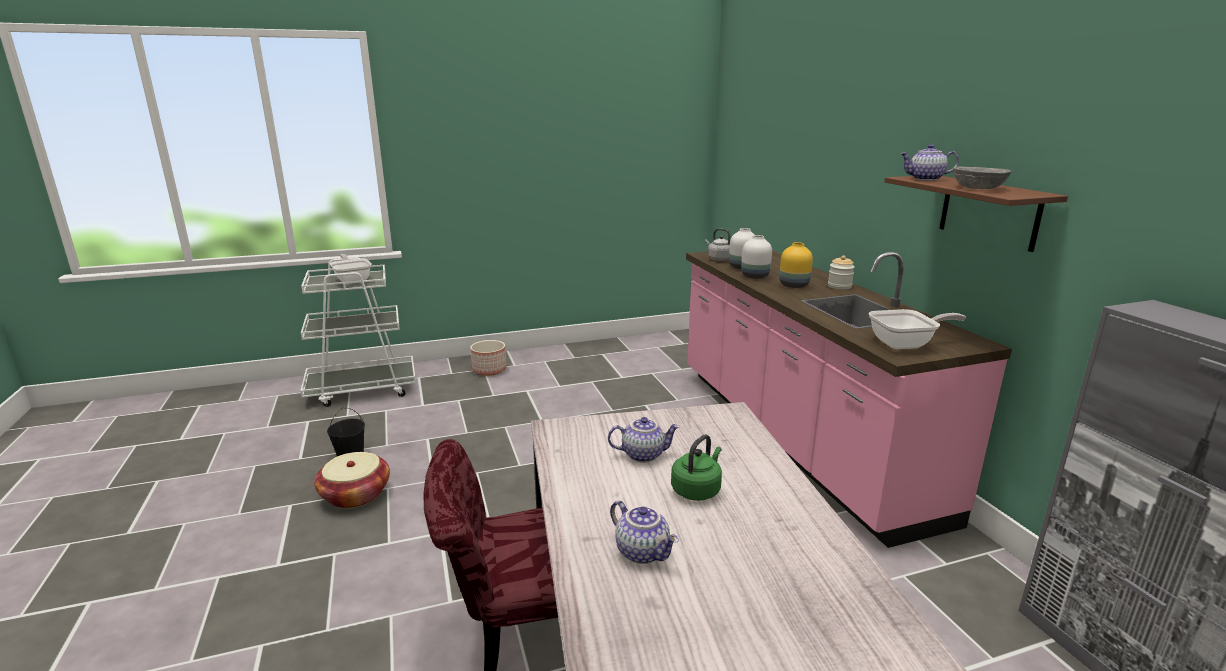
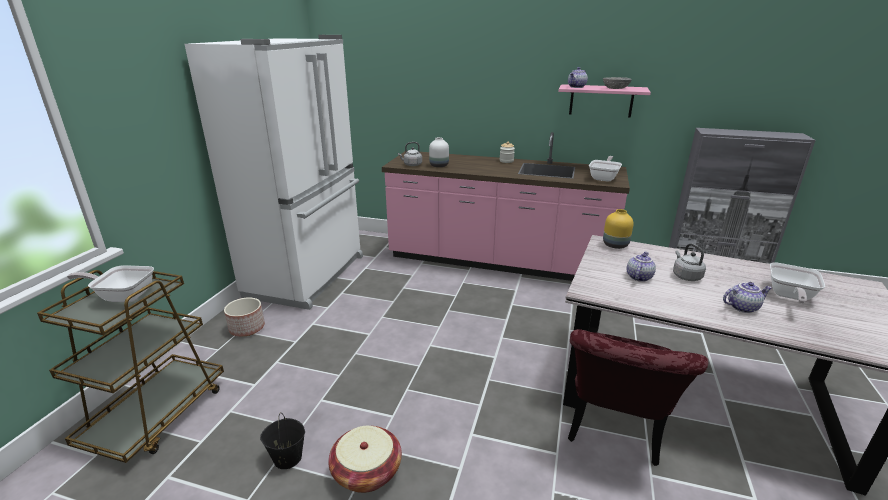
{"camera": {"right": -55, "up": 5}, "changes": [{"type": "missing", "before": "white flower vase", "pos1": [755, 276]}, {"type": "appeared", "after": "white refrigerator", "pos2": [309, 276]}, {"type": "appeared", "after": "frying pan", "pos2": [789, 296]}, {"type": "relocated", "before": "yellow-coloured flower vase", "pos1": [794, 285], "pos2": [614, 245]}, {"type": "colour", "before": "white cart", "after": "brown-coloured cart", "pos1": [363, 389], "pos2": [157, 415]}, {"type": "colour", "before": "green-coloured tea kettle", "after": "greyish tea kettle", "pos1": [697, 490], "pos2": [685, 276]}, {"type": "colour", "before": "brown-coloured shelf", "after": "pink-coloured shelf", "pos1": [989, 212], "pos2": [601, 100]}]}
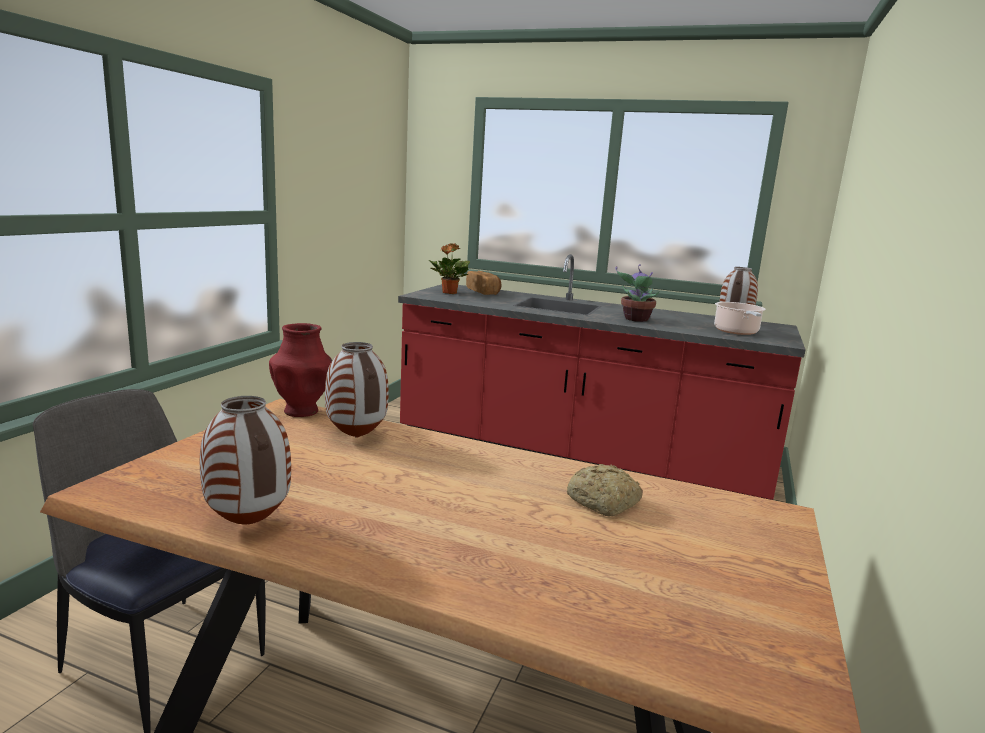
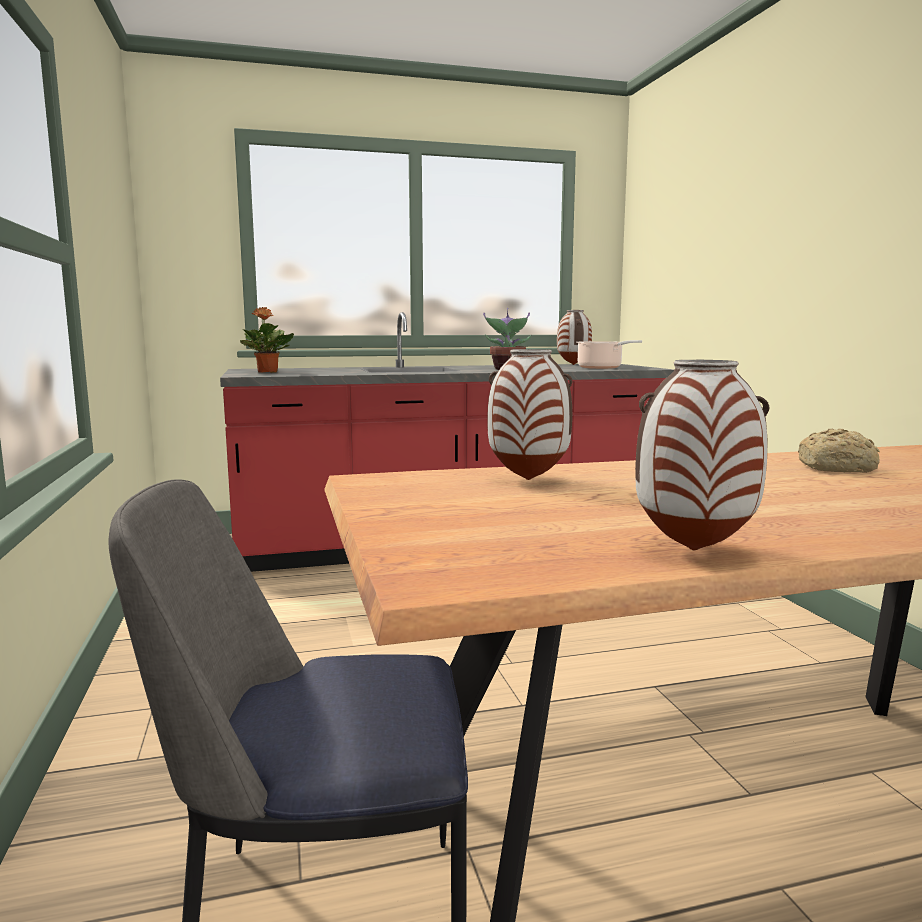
{"camera": {"right": -35, "up": -5}, "changes": [{"type": "missing", "before": "red-coloured flower vase", "pos1": [302, 411]}, {"type": "missing", "before": "bread", "pos1": [483, 292]}]}
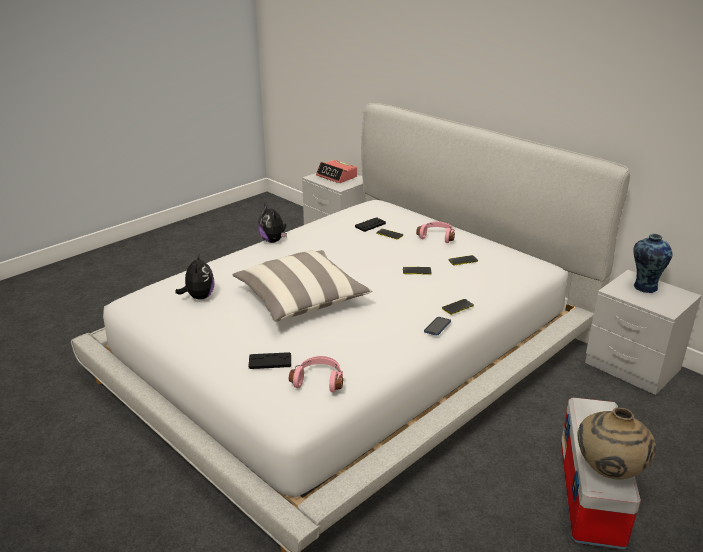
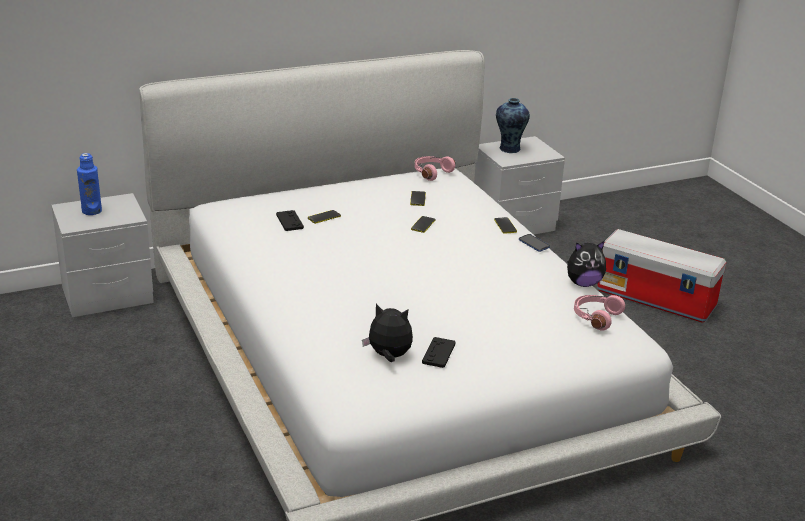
{"camera": {"right": -70, "up": 0}, "changes": [{"type": "missing", "before": "pillow", "pos1": [301, 299]}, {"type": "missing", "before": "sand-coloured flower vase", "pos1": [608, 472]}, {"type": "relocated", "before": "black-coloured gamepad", "pos1": [270, 361], "pos2": [438, 353]}, {"type": "relocated", "before": "soft toy", "pos1": [273, 241], "pos2": [583, 283]}, {"type": "relocated", "before": "pink-coloured headset", "pos1": [437, 236], "pos2": [431, 173]}, {"type": "exchanged", "before": "bedside clock", "after": "bluish beverage bottle", "pos1": [337, 176], "pos2": [91, 211]}]}
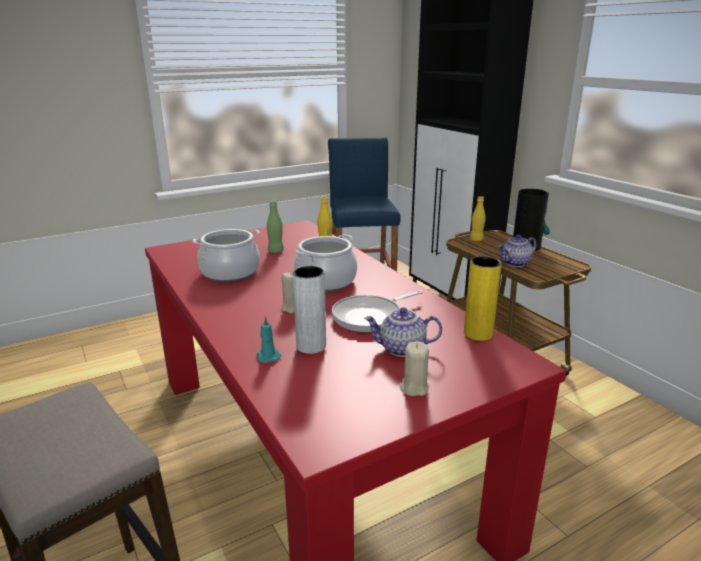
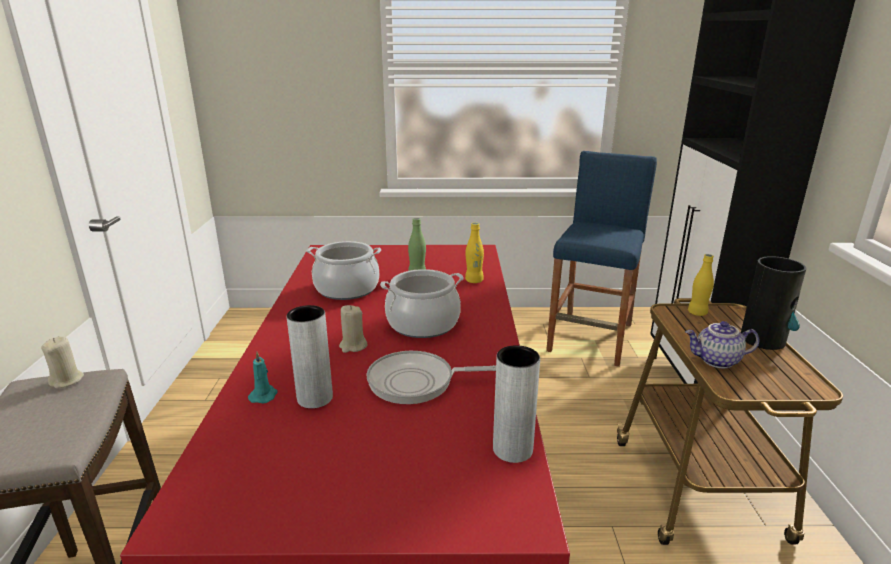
{"camera": {"right": 30, "up": 0}, "changes": [{"type": "missing", "before": "tea pot", "pos1": [401, 349]}, {"type": "relocated", "before": "sand-coloured wax candle", "pos1": [414, 388], "pos2": [67, 380]}, {"type": "colour", "before": "yellow-coloured flower vase", "after": "greyish flower vase", "pos1": [478, 334], "pos2": [512, 449]}]}
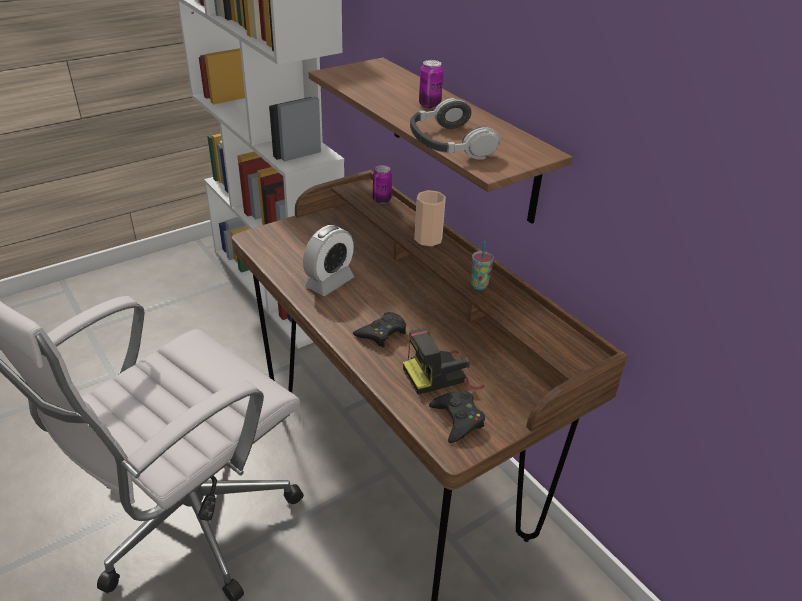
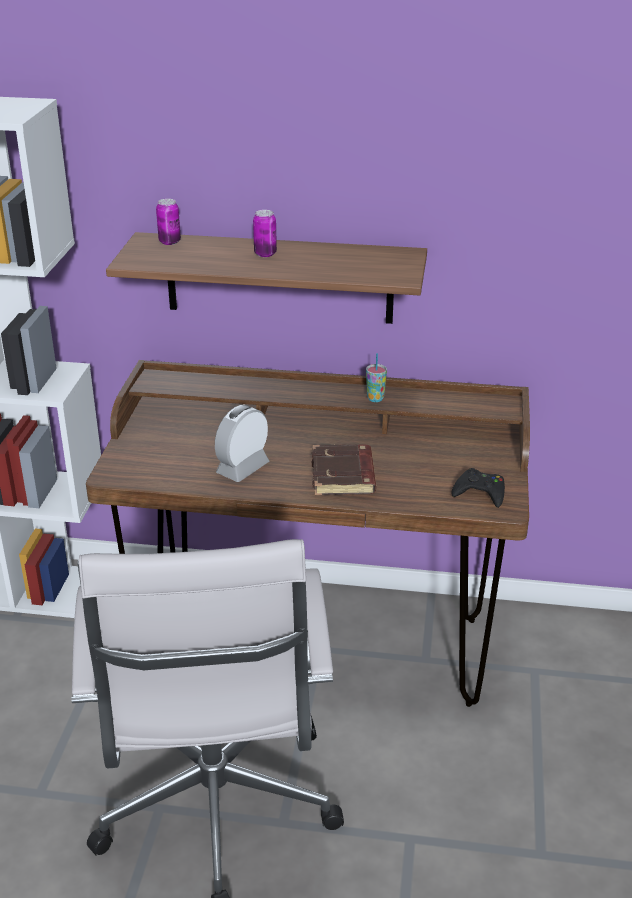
{"camera": {"right": -45, "up": -5}, "changes": [{"type": "missing", "before": "still camera", "pos1": [443, 375]}, {"type": "missing", "before": "headset", "pos1": [449, 143]}, {"type": "missing", "before": "small cup", "pos1": [428, 239]}, {"type": "relocated", "before": "metal can", "pos1": [381, 200], "pos2": [169, 242]}, {"type": "exchanged", "before": "black-coloured gamepad", "after": "brown-coloured bound book", "pos1": [382, 333], "pos2": [344, 476]}, {"type": "spun", "before": "bedside clock", "pos1": [329, 282], "pos2": [242, 468], "turn": -135}]}
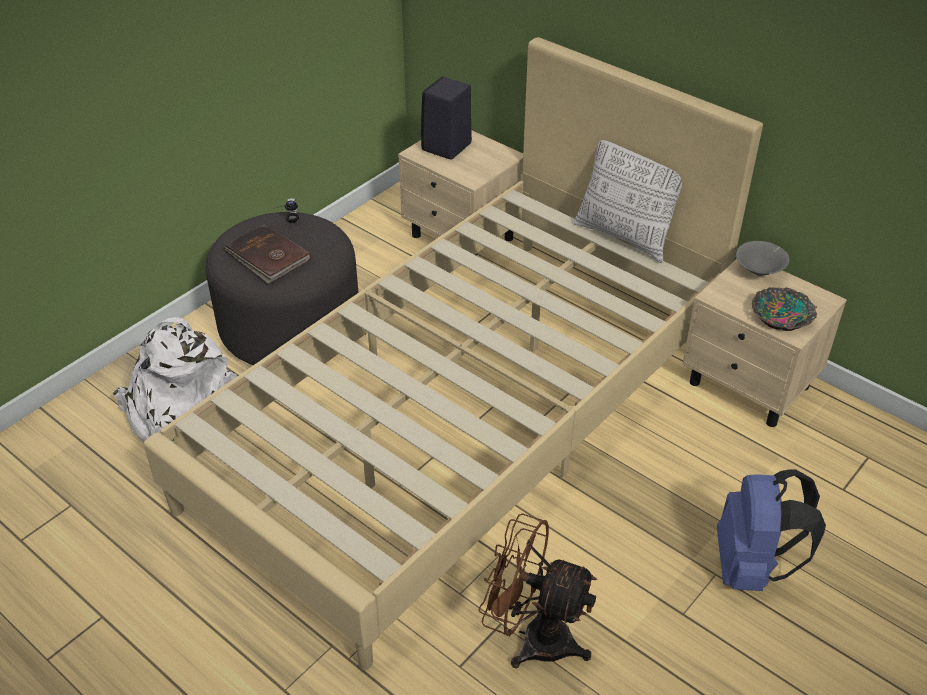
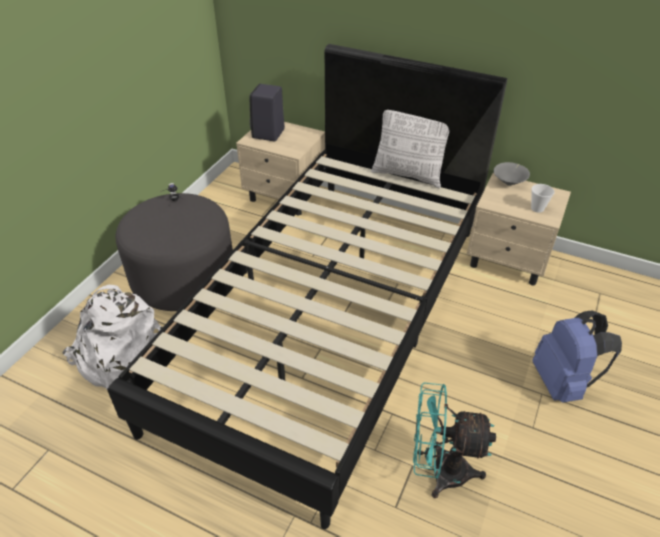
{"camera": {"right": -15, "up": 0}, "changes": [{"type": "missing", "before": "brown-coloured bound book", "pos1": [268, 257]}, {"type": "exchanged", "before": "serving bowl", "after": "small cup", "pos1": [782, 315], "pos2": [537, 208]}, {"type": "colour", "before": "sand-coloured bed", "after": "black-coloured bed", "pos1": [464, 416], "pos2": [330, 317]}, {"type": "colour", "before": "brown-coloured electric fan", "after": "blue-green electric fan", "pos1": [533, 637], "pos2": [439, 470]}]}
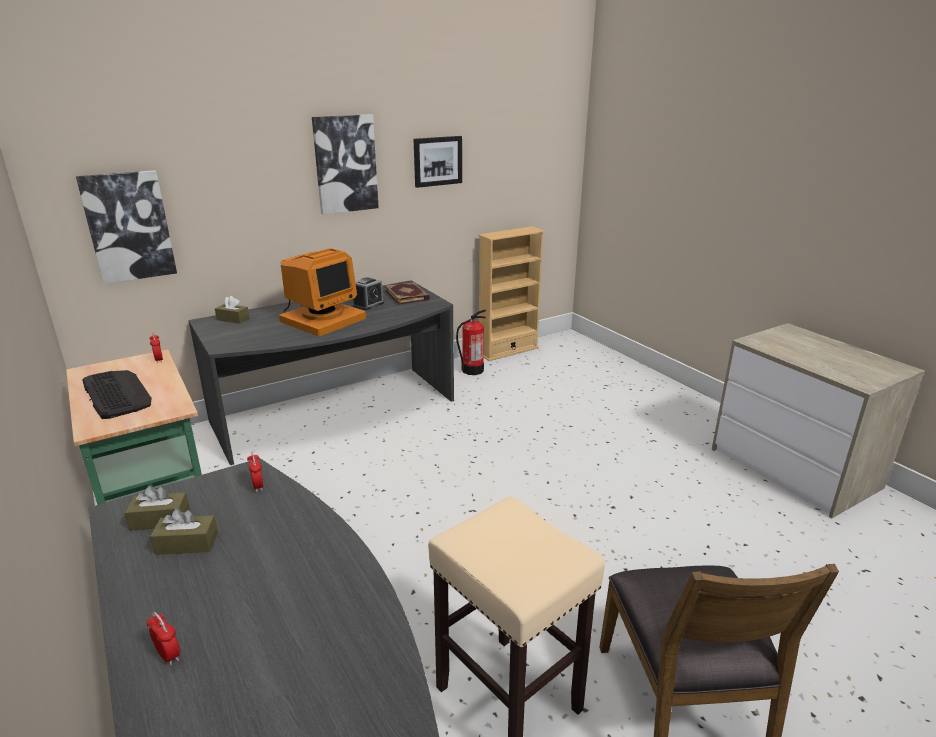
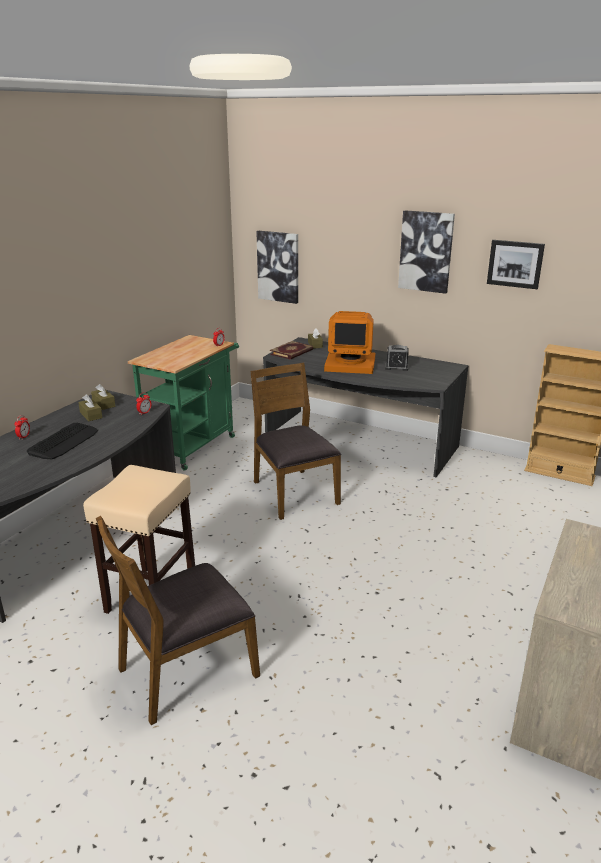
{"camera": {"right": 60, "up": 0}, "changes": [{"type": "missing", "before": "extinguisher", "pos1": [472, 370]}, {"type": "appeared", "after": "brown-coloured chair", "pos2": [293, 492]}, {"type": "relocated", "before": "keyboard", "pos1": [116, 394], "pos2": [64, 442]}, {"type": "relocated", "before": "bound book", "pos1": [407, 295], "pos2": [292, 352]}]}
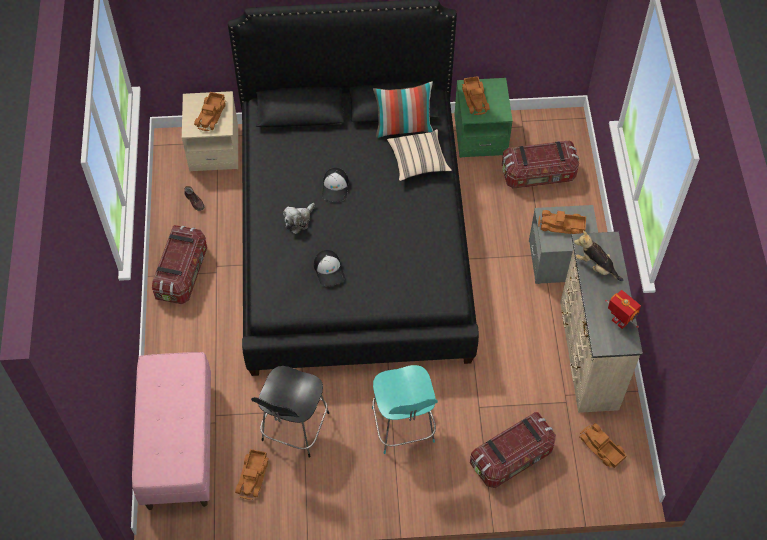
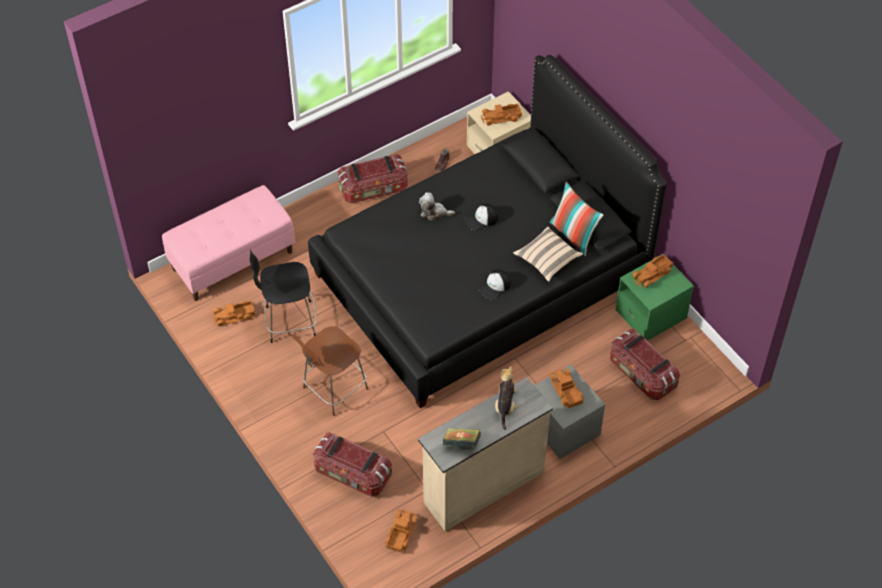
{"camera": {"right": 60, "up": -5}, "changes": [{"type": "relocated", "before": "cap", "pos1": [329, 270], "pos2": [495, 287]}, {"type": "exchanged", "before": "model robot", "after": "bound book", "pos1": [619, 322], "pos2": [461, 443]}, {"type": "colour", "before": "blue-green chair", "after": "brown-coloured chair", "pos1": [403, 427], "pos2": [333, 389]}]}
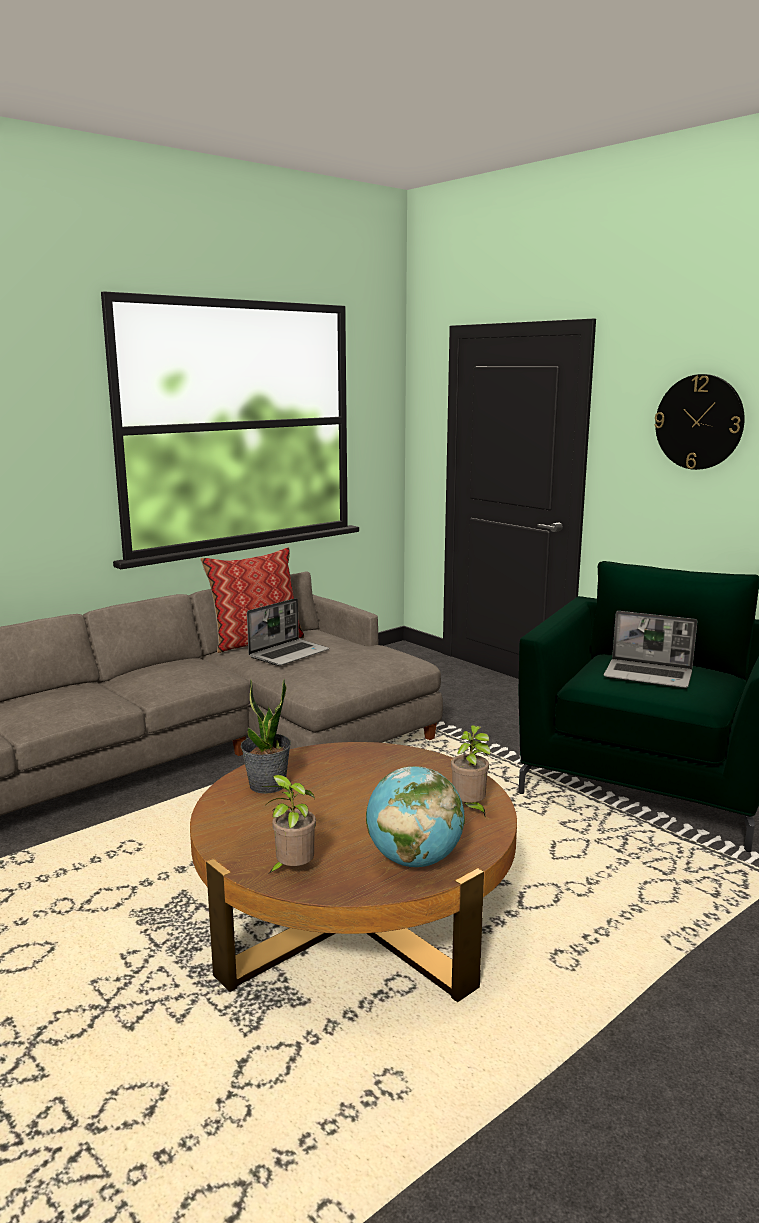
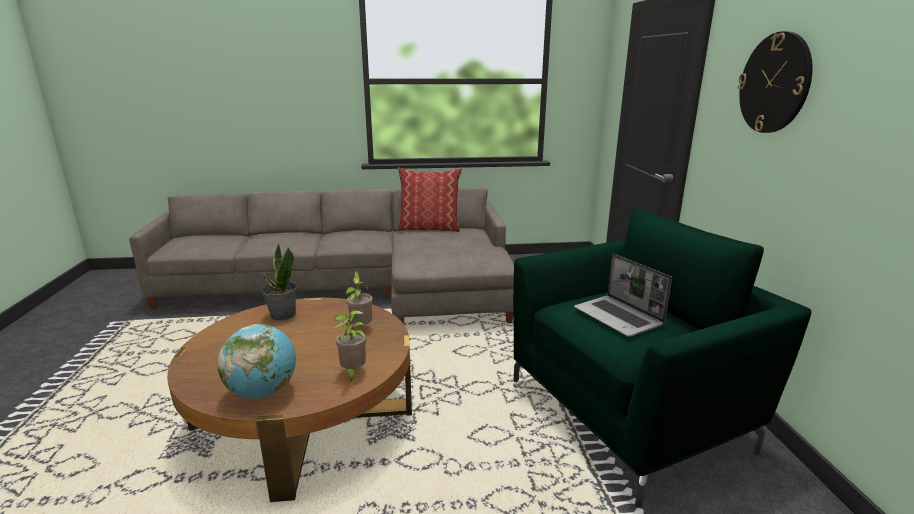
{"camera": {"right": 35, "up": 5}, "changes": [{"type": "missing", "before": "laptop", "pos1": [289, 654]}, {"type": "relocated", "before": "houseplant", "pos1": [292, 870], "pos2": [360, 328]}]}
